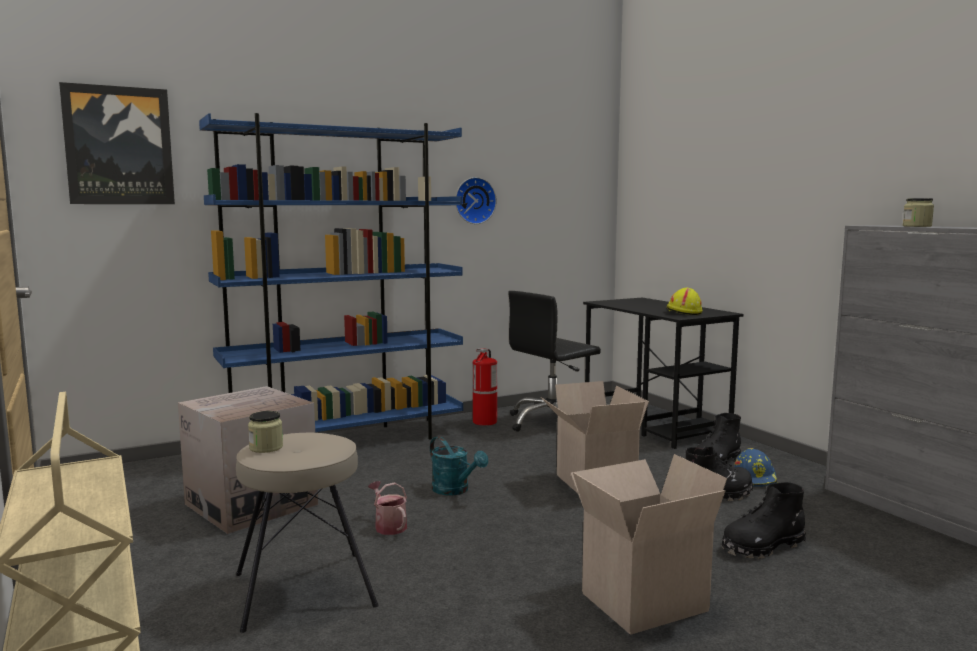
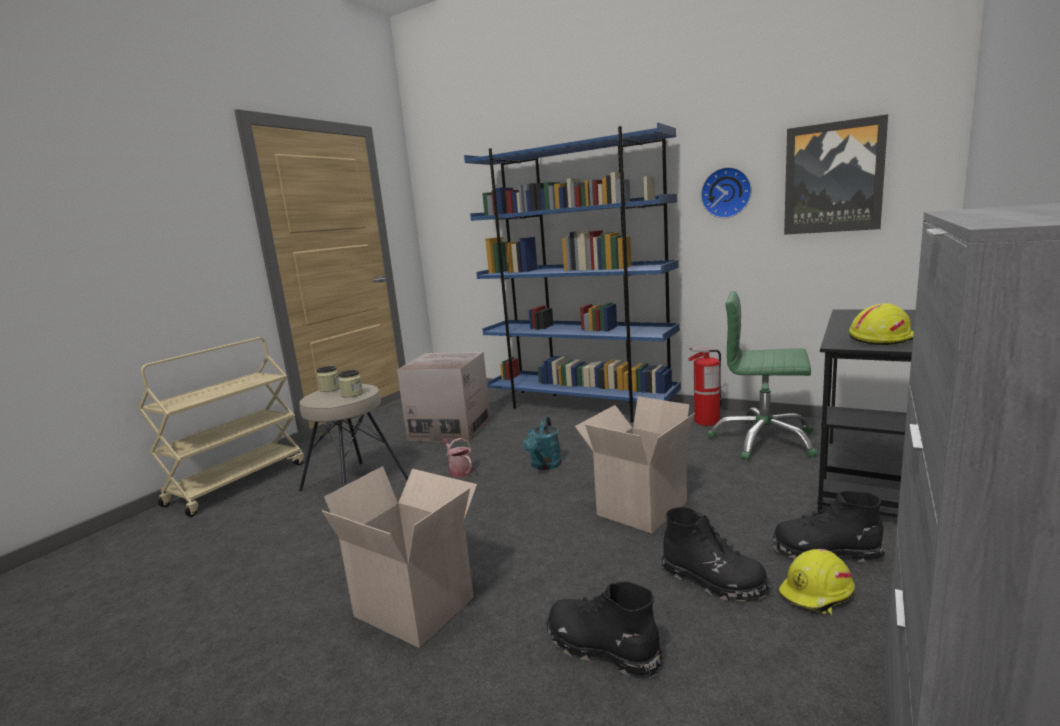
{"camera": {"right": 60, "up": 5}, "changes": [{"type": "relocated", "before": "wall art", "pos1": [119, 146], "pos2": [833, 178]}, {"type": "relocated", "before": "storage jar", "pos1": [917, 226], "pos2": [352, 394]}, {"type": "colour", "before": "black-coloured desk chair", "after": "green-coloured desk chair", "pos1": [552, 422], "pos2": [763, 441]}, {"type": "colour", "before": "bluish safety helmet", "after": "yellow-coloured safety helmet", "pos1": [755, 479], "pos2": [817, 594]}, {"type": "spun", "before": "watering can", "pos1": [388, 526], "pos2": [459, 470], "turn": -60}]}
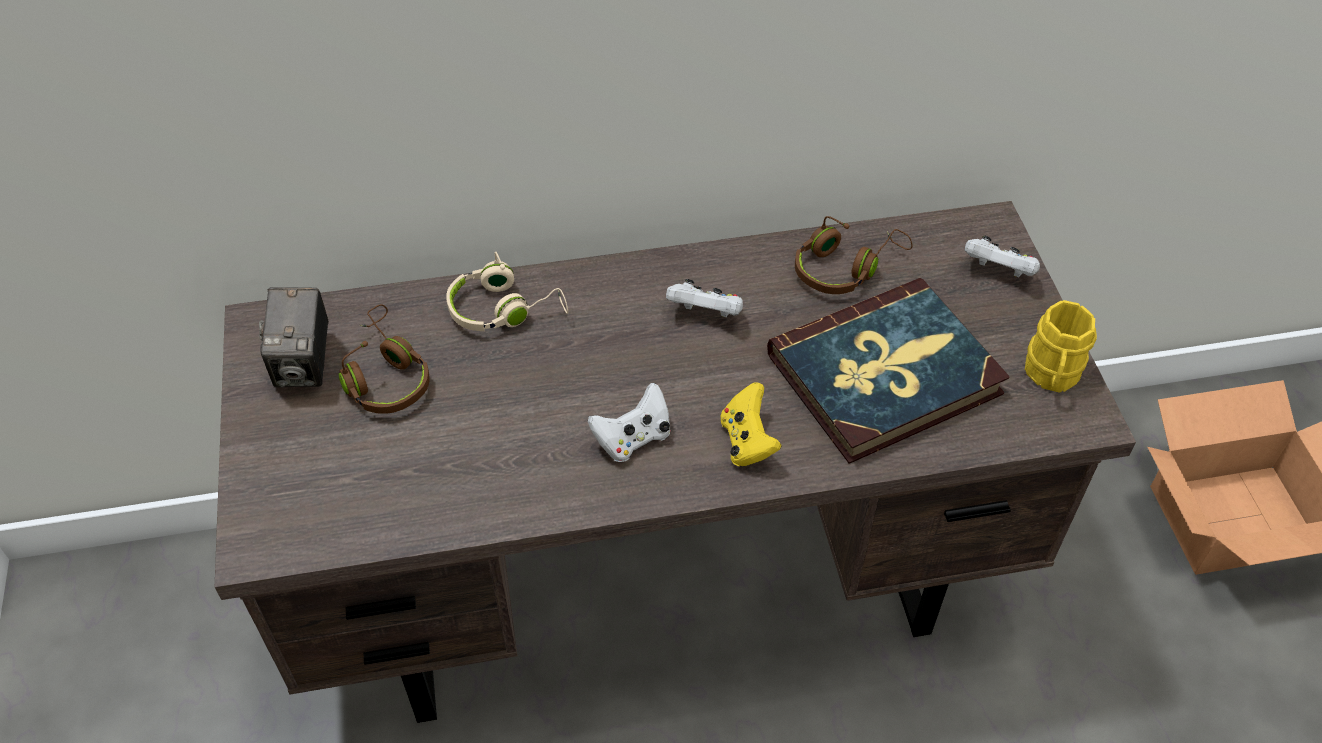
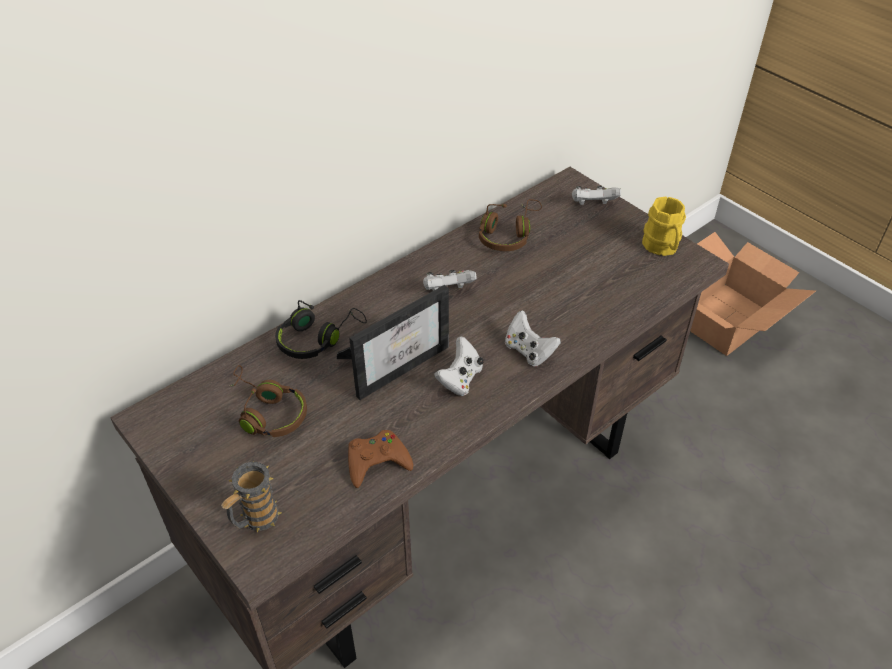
{"camera": {"right": -30, "up": -5}, "changes": [{"type": "missing", "before": "still camera", "pos1": [305, 364]}, {"type": "missing", "before": "bound book", "pos1": [885, 375]}, {"type": "appeared", "after": "tea mug", "pos2": [255, 520]}, {"type": "appeared", "after": "picture frame", "pos2": [398, 363]}, {"type": "appeared", "after": "brown-coloured gamepad", "pos2": [377, 462]}, {"type": "colour", "before": "sand-coloured headset", "after": "black-coloured headset", "pos1": [505, 308], "pos2": [317, 338]}, {"type": "colour", "before": "yellow-coloured gamepad", "after": "white gamepad", "pos1": [747, 441], "pos2": [529, 351]}]}
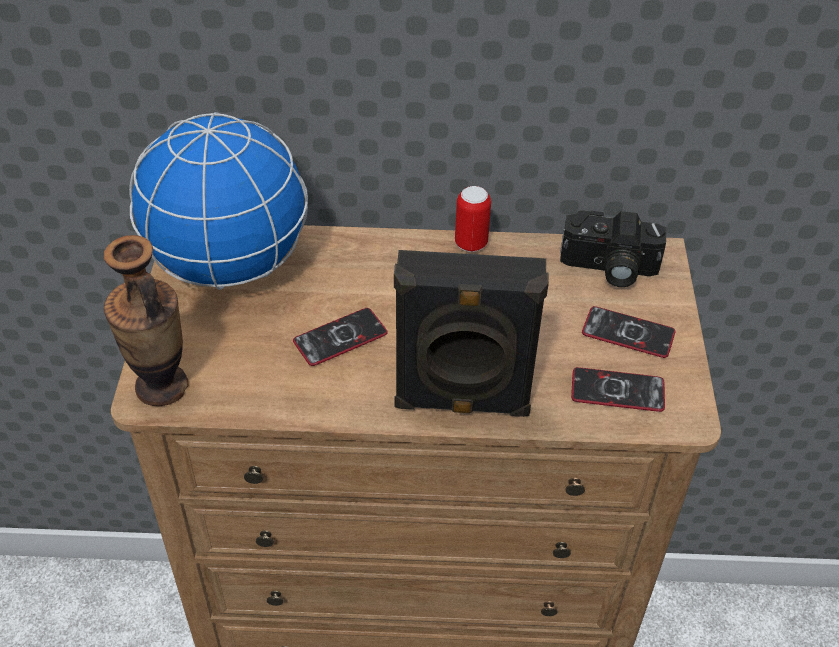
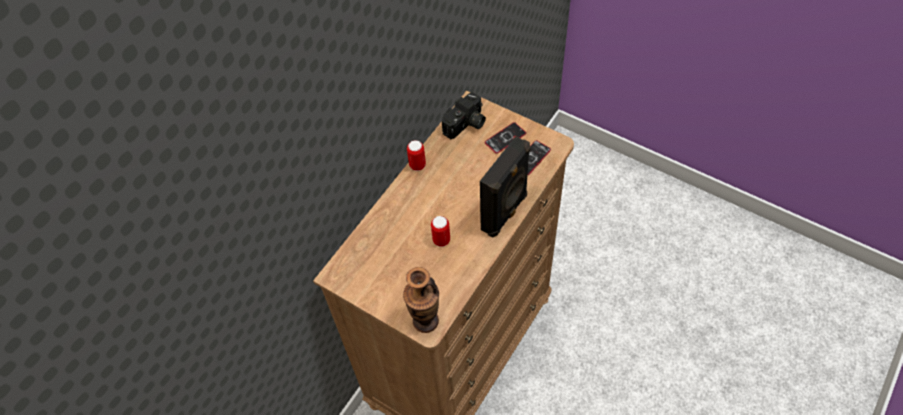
{"camera": {"right": -55, "up": 10}, "changes": [{"type": "missing", "before": "world globe", "pos1": [229, 266]}, {"type": "exchanged", "before": "handset", "after": "metal can", "pos1": [340, 338], "pos2": [441, 240]}]}
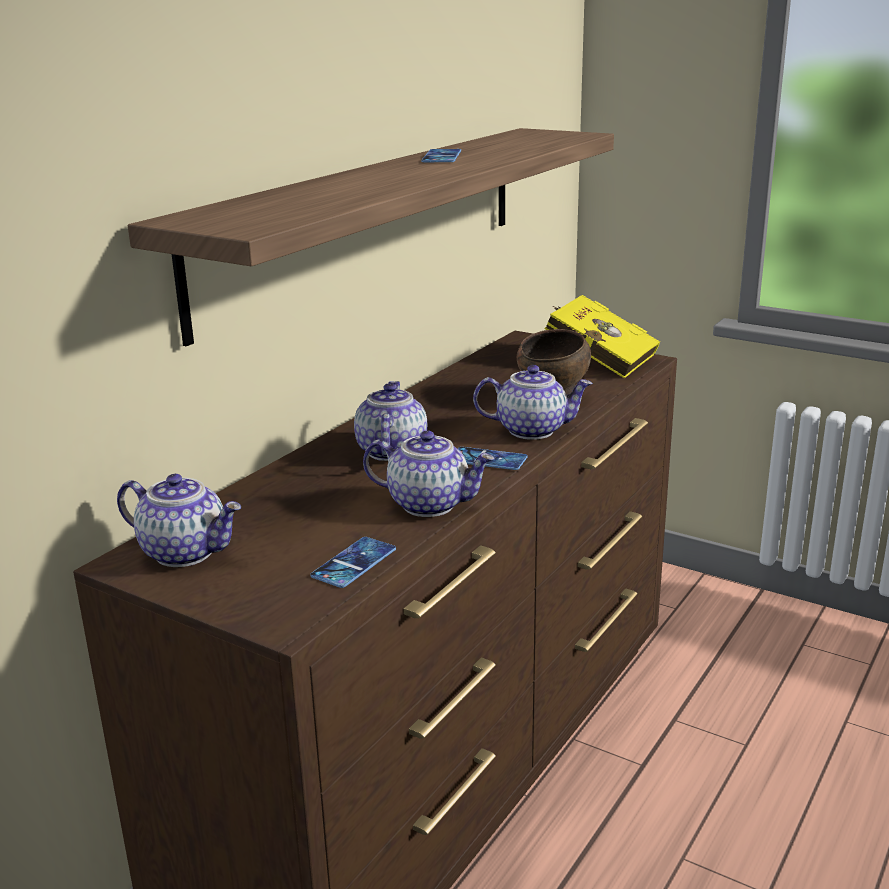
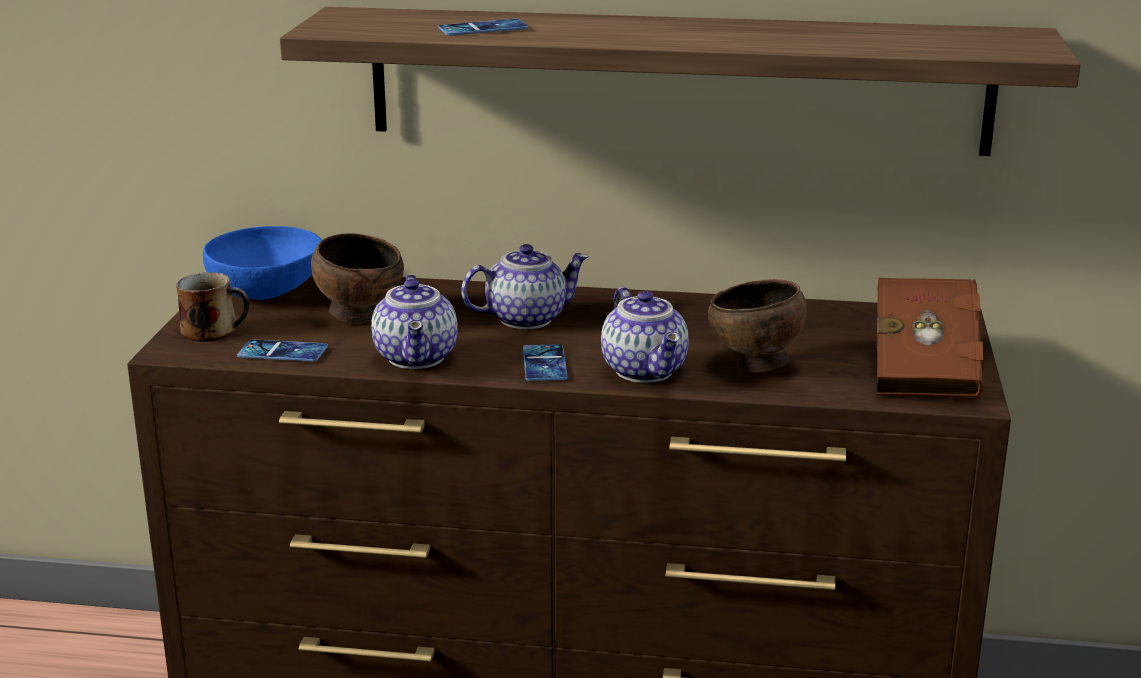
{"camera": {"right": 65, "up": 0}, "changes": [{"type": "appeared", "after": "tea mug", "pos2": [212, 330]}, {"type": "appeared", "after": "brown-coloured serving bowl", "pos2": [360, 317]}, {"type": "relocated", "before": "handset", "pos1": [441, 157], "pos2": [483, 28]}, {"type": "exchanged", "before": "tea pot", "after": "bluish serving bowl", "pos1": [186, 552], "pos2": [268, 292]}, {"type": "colour", "before": "yellow-coloured bound book", "after": "brown-coloured bound book", "pos1": [597, 360], "pos2": [925, 370]}]}
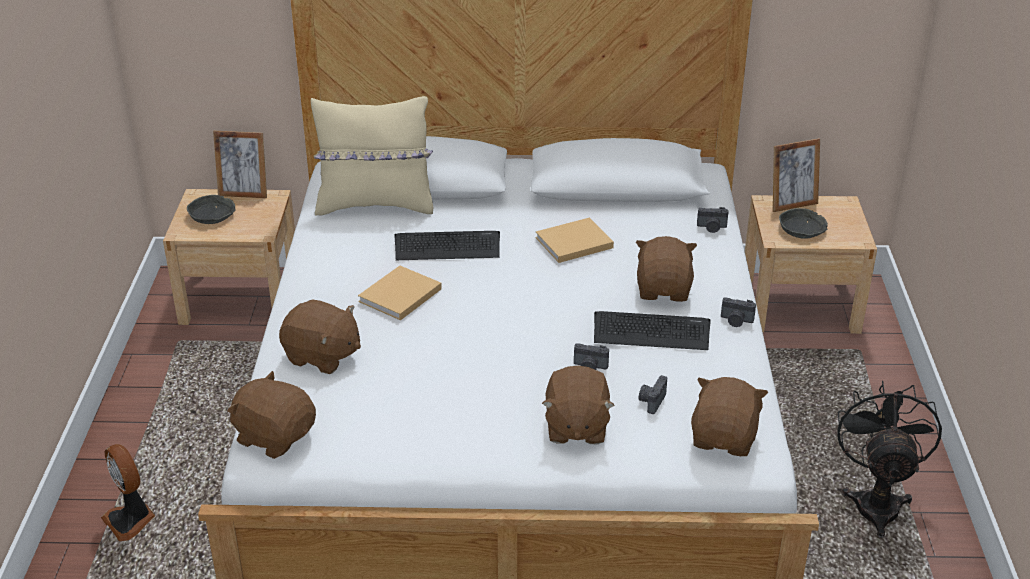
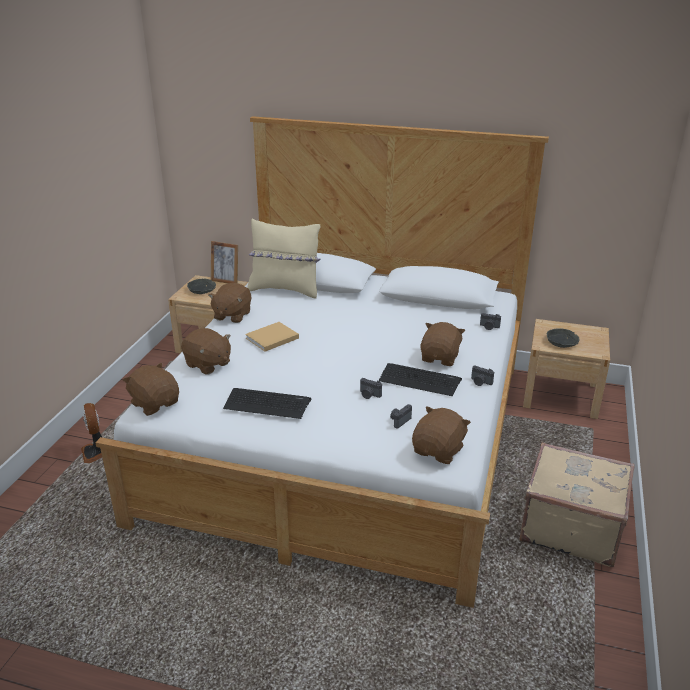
{"camera": {"right": 15, "up": -5}, "changes": [{"type": "missing", "before": "sand-coloured bound book", "pos1": [572, 243]}, {"type": "missing", "before": "picture frame", "pos1": [792, 204]}, {"type": "relocated", "before": "keyboard", "pos1": [447, 247], "pos2": [267, 404]}, {"type": "relocated", "before": "brown-coloured soft toy", "pos1": [575, 427], "pos2": [232, 315]}, {"type": "exchanged", "before": "black-coloured electric fan", "after": "sand-coloured travel case", "pos1": [876, 501], "pos2": [570, 526]}]}
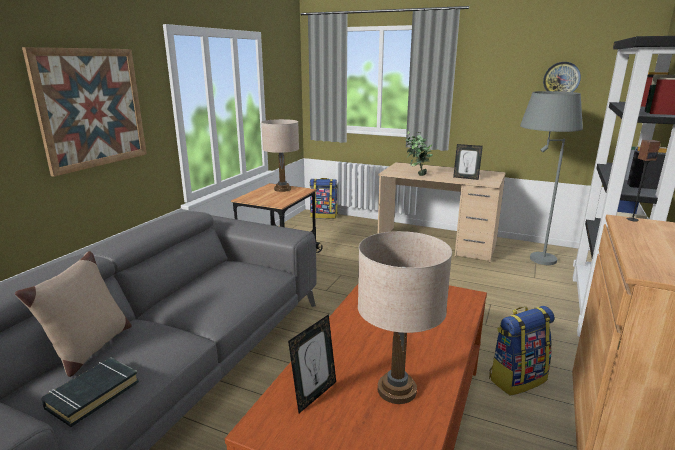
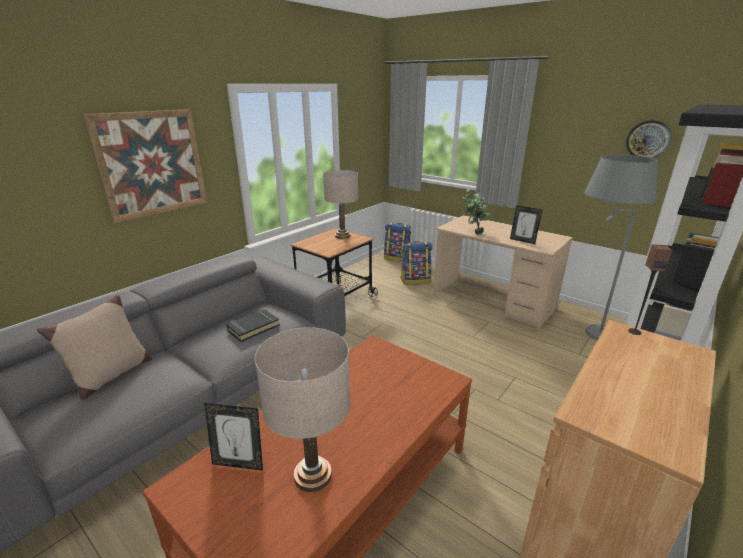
{"camera": {"right": 15, "up": 5}, "changes": [{"type": "relocated", "before": "black-coloured bound book", "pos1": [92, 394], "pos2": [253, 328]}, {"type": "relocated", "before": "rucksack", "pos1": [517, 378], "pos2": [415, 280]}, {"type": "spun", "before": "picture frame", "pos1": [314, 395], "pos2": [239, 463], "turn": 45}]}
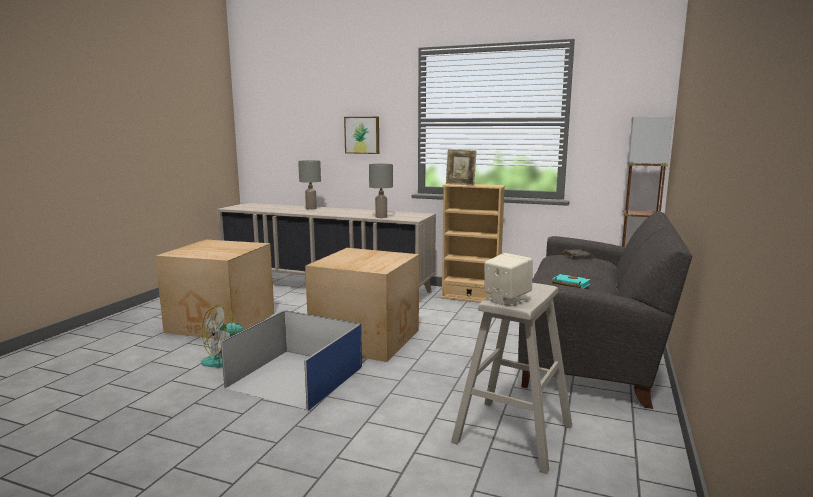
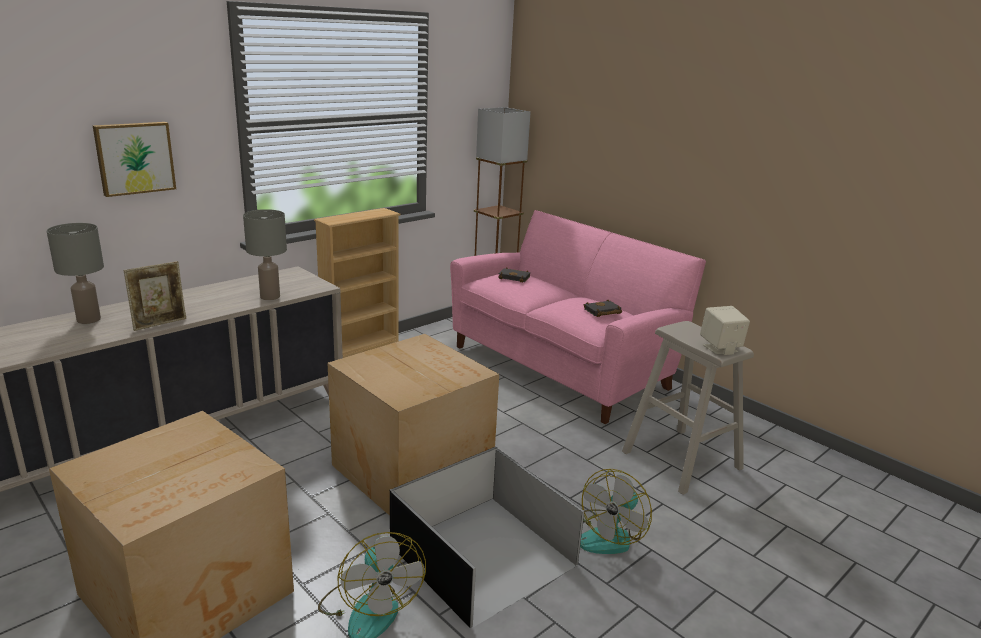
{"camera": {"right": -65, "up": 10}, "changes": [{"type": "appeared", "after": "electric fan", "pos2": [611, 535]}, {"type": "relocated", "before": "picture frame", "pos1": [460, 184], "pos2": [160, 323]}, {"type": "colour", "before": "bluish storage container", "after": "black-coloured storage container", "pos1": [294, 377], "pos2": [481, 556]}, {"type": "colour", "before": "greyish couch", "after": "pink-coloured couch", "pos1": [592, 352], "pos2": [562, 366]}, {"type": "colour", "before": "blue-green bound book", "after": "black-coloured bound book", "pos1": [569, 285], "pos2": [602, 312]}]}
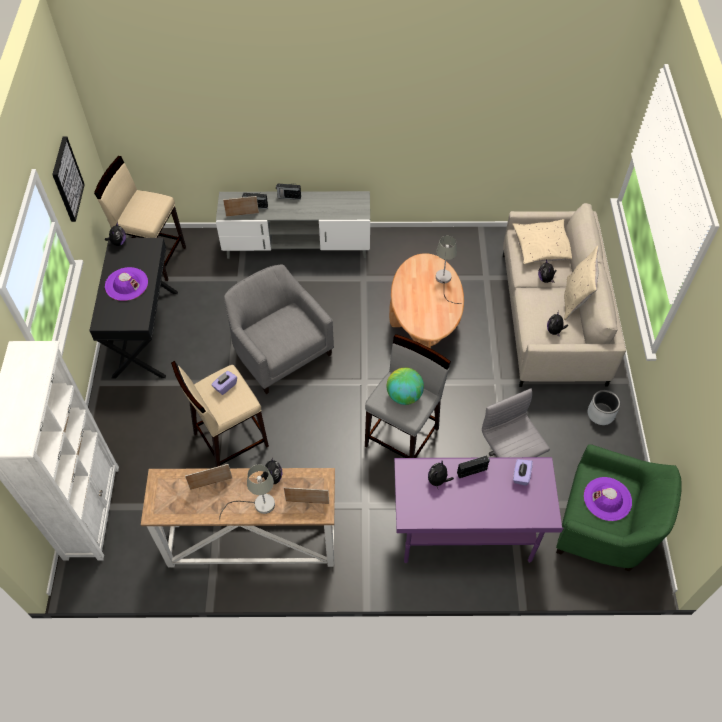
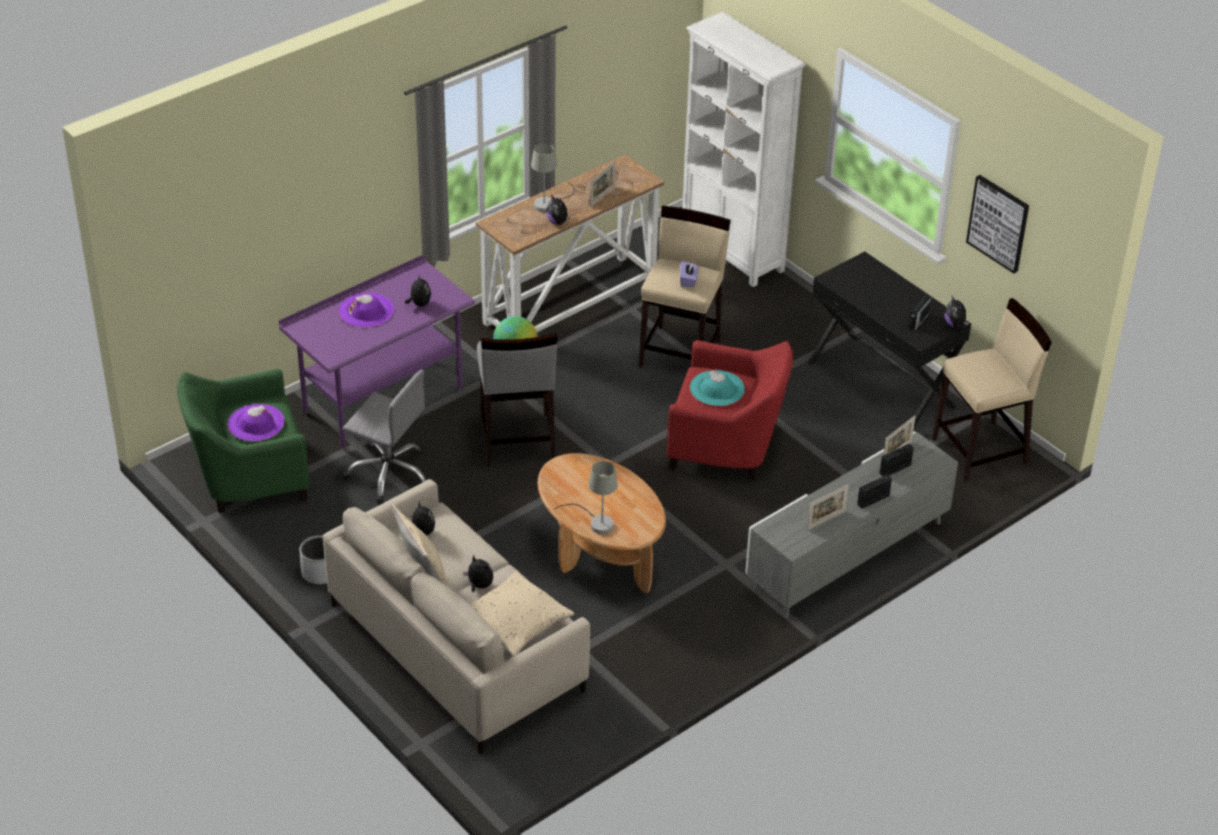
{"camera": {"right": 140, "up": -15}, "changes": [{"type": "missing", "before": "purple tissue box", "pos1": [521, 475]}, {"type": "appeared", "after": "blue-green hat", "pos2": [717, 388]}, {"type": "relocated", "before": "purple hat", "pos1": [126, 284], "pos2": [366, 310]}, {"type": "relocated", "before": "picture frame", "pos1": [307, 502], "pos2": [826, 520]}, {"type": "relocated", "before": "radio receiver", "pos1": [472, 471], "pos2": [918, 321]}, {"type": "colour", "before": "greyish lounge chair", "after": "red-coloured lounge chair", "pos1": [280, 351], "pos2": [727, 443]}]}
